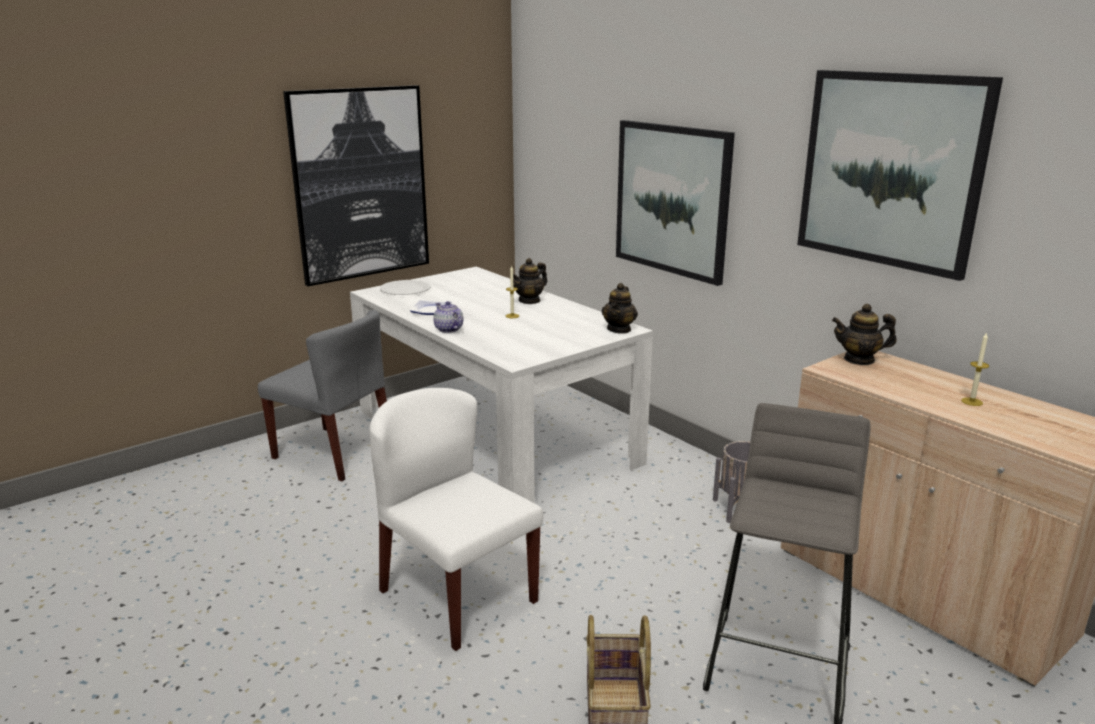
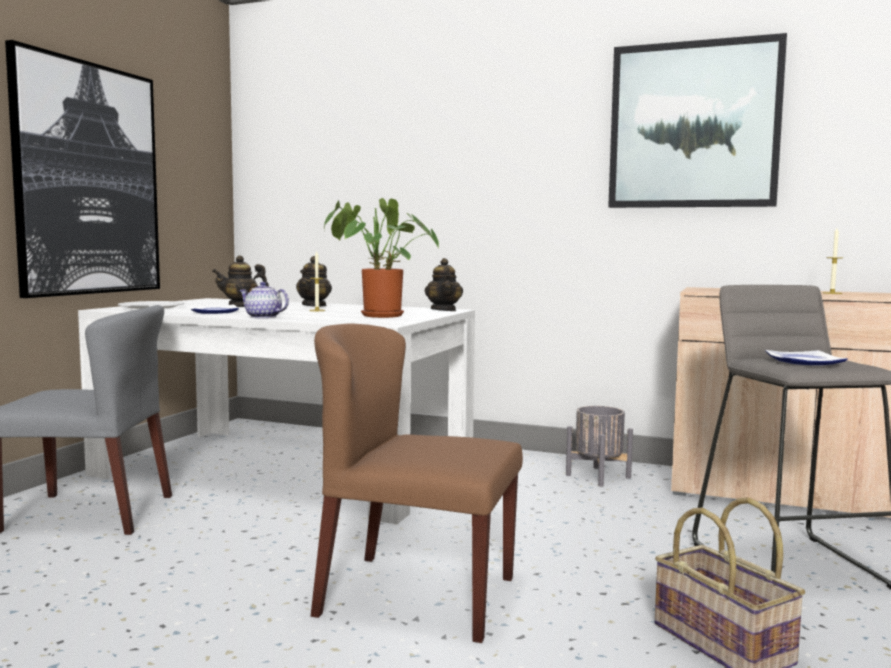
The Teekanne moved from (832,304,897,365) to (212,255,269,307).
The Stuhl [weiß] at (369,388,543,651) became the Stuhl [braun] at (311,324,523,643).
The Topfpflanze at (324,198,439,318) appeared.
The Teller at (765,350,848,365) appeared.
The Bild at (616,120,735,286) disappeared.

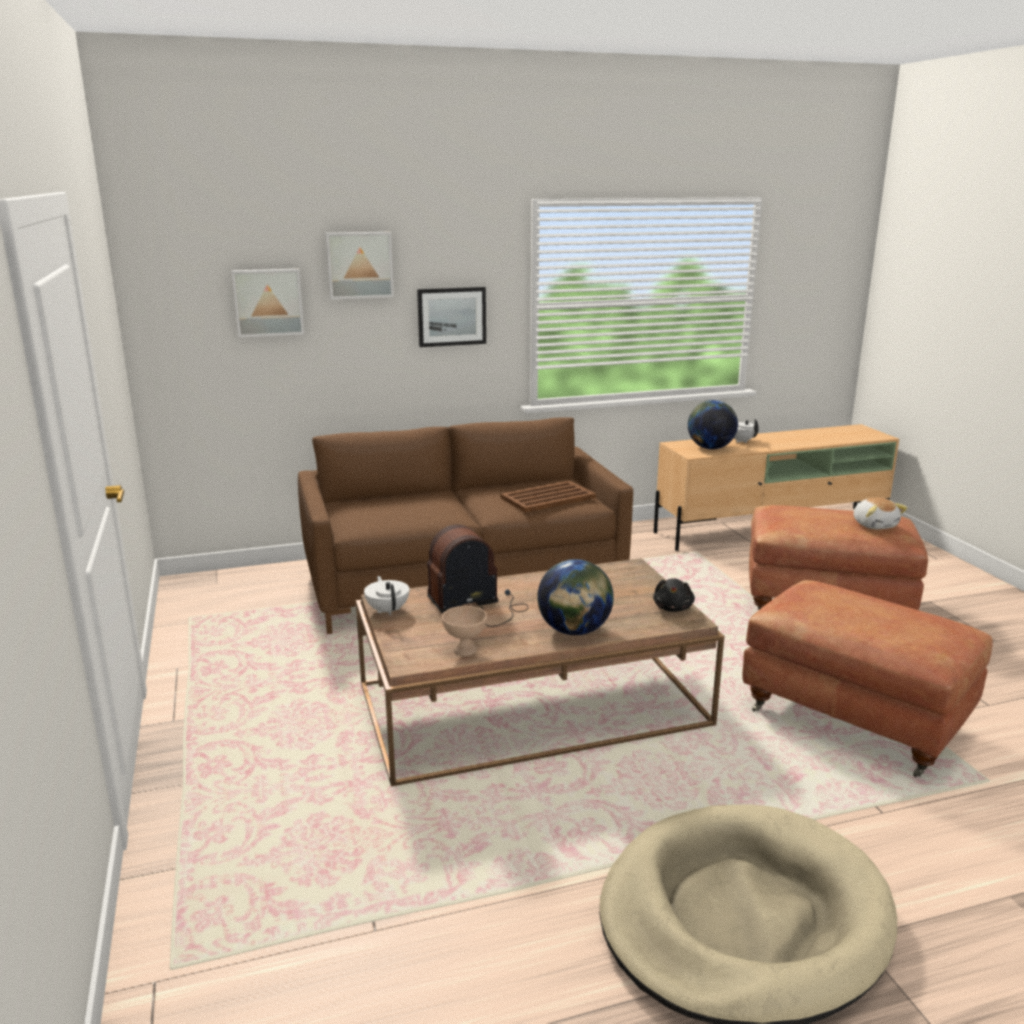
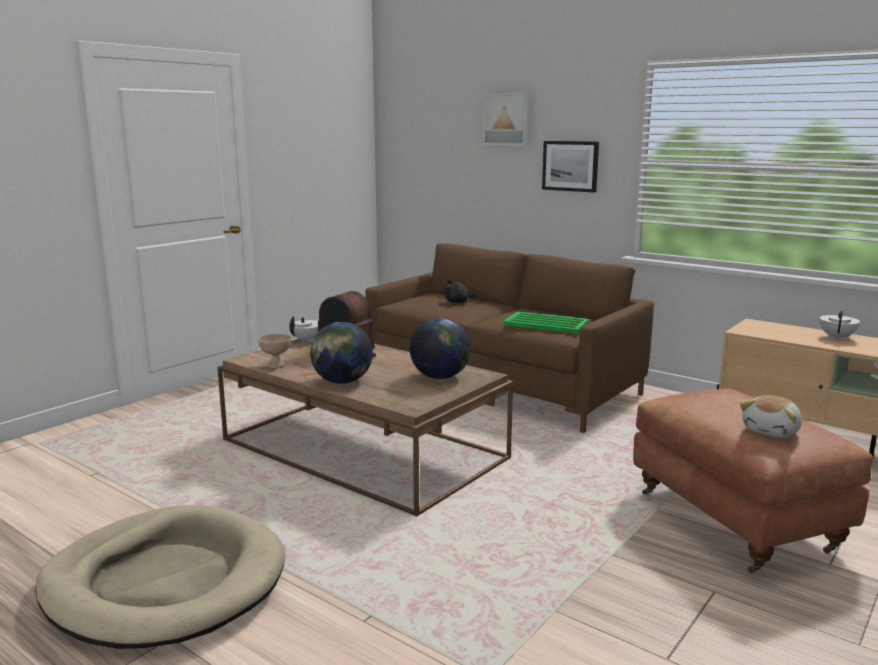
The Globus moved from (688,400,738,449) to (410,318,471,379).
The Plüschtier [schwarz] moved from (653,578,695,612) to (444,280,477,303).
The Tablett [braun] at (501,481,596,512) became the Tablett [grün] at (503,312,589,334).
The Bild at (231,269,304,337) disappeared.
The Polsterhocker [braun] at (742,580,993,778) disappeared.

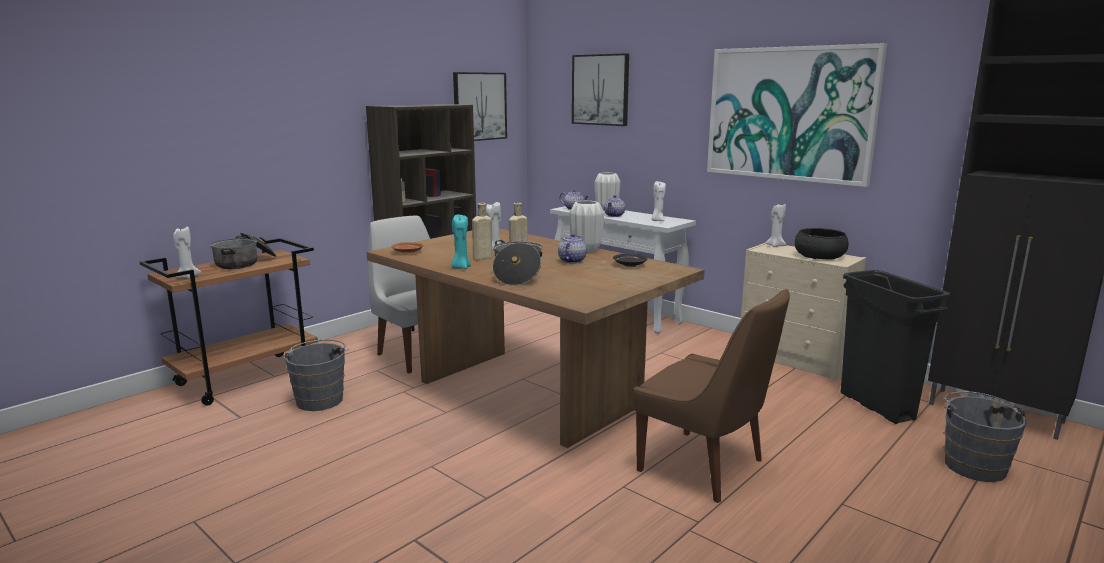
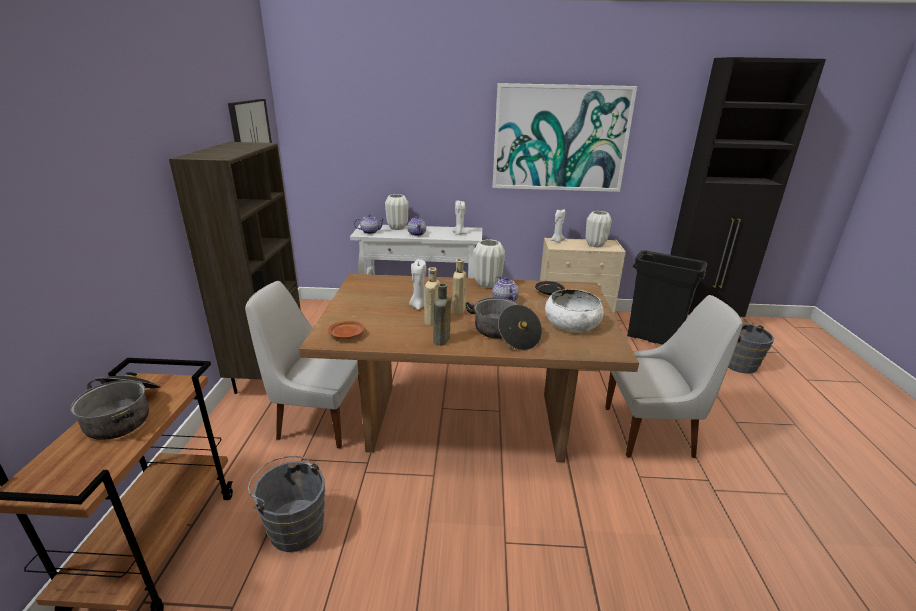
The Kerze [türkis] at (451,214,471,269) was replaced by the Flasche [braun] at (433,283,451,346).
The Schüssel [weiß] at (545,289,604,333) appeared.
The Schüssel [schwarz] at (794,228,849,260) was replaced by the Vase [weiß] at (586,211,612,247).
The Stuhl [braun] at (633,289,790,503) became the Stuhl [weiß] at (605,295,743,458).
The Kerze [weiß] at (173,226,201,279) disappeared.
The Bild at (572,53,629,126) disappeared.

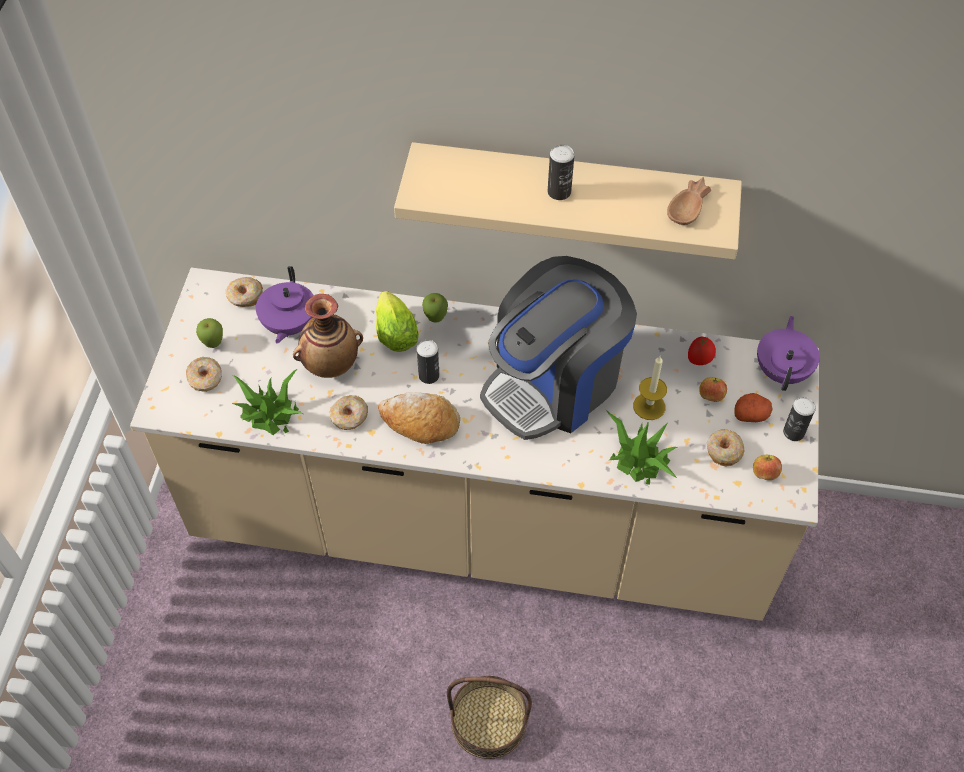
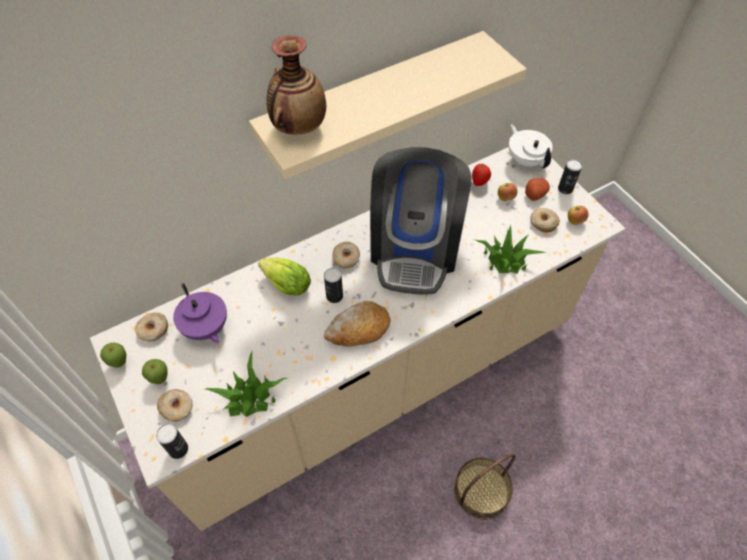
The Apfel moved from (422,293,448,323) to (100,343,127,368).
The Dose moved from (548,145,575,200) to (156,424,188,459).
The Vase moved from (293,294,363,378) to (266,36,326,134).
The Donut moved from (330,395,368,430) to (332,242,360,269).
The Teekanne [lila] at (757,316,820,391) became the Teekanne [weiß] at (509,124,553,168).
The Kerze at (633,356,667,420) disappeared.
The Schüssel [braun] at (667,177,711,225) disappeared.

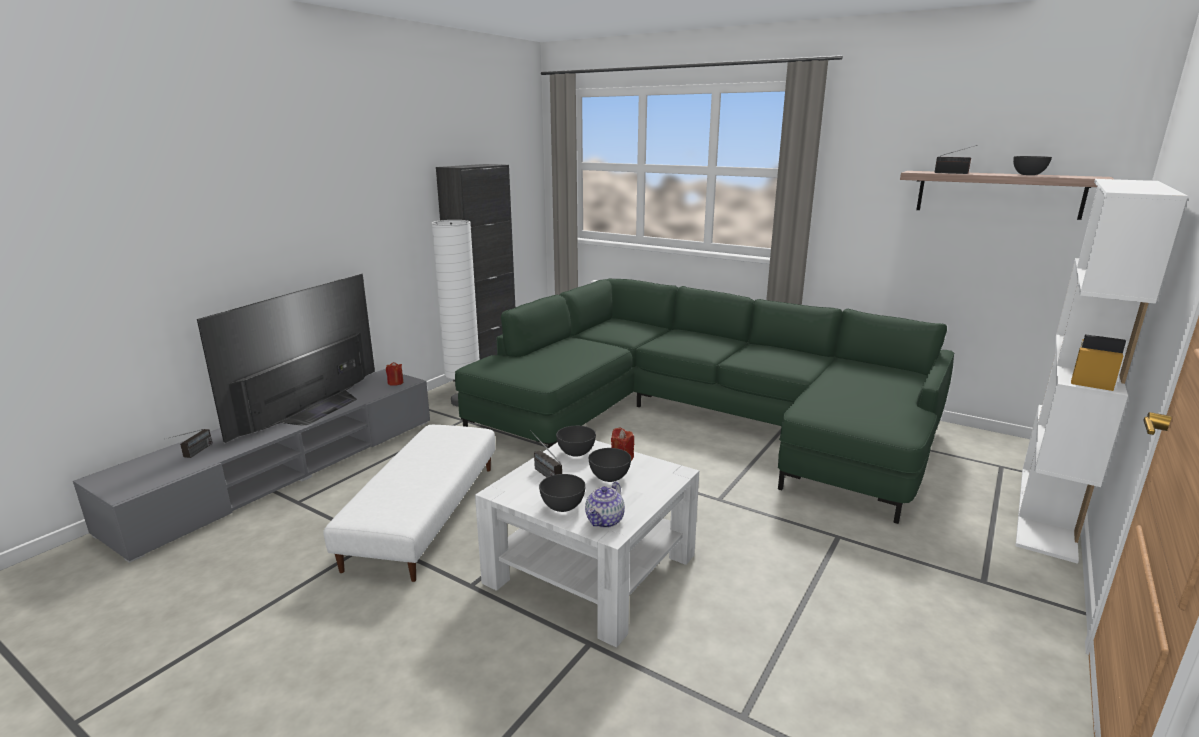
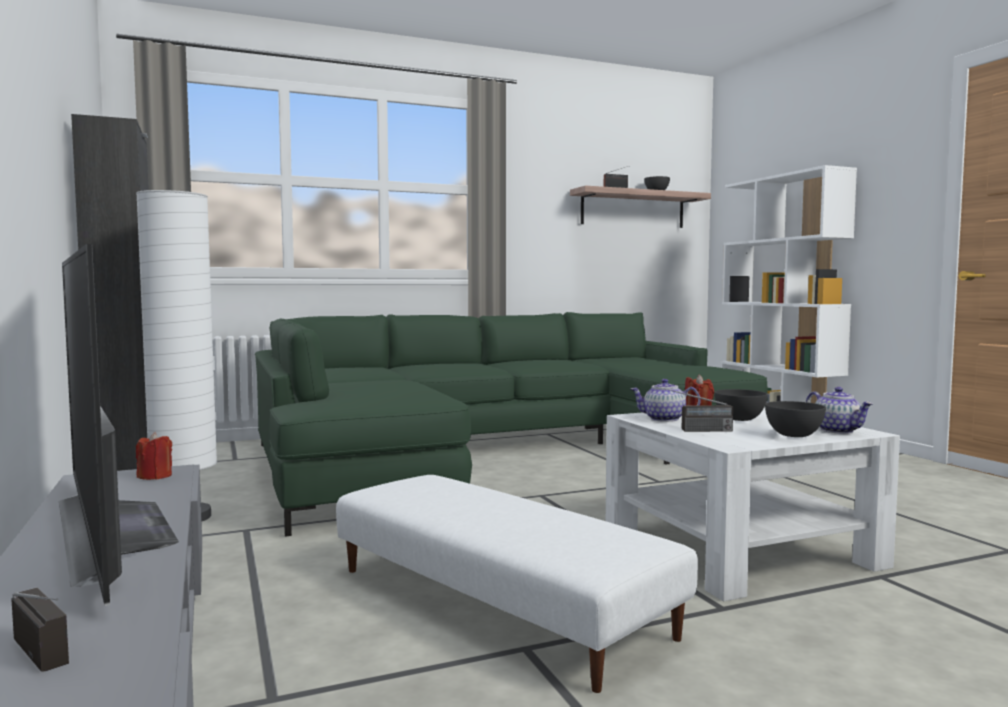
The Schüssel [grau] at (556,426,596,457) was replaced by the Teekanne at (630,379,701,422).

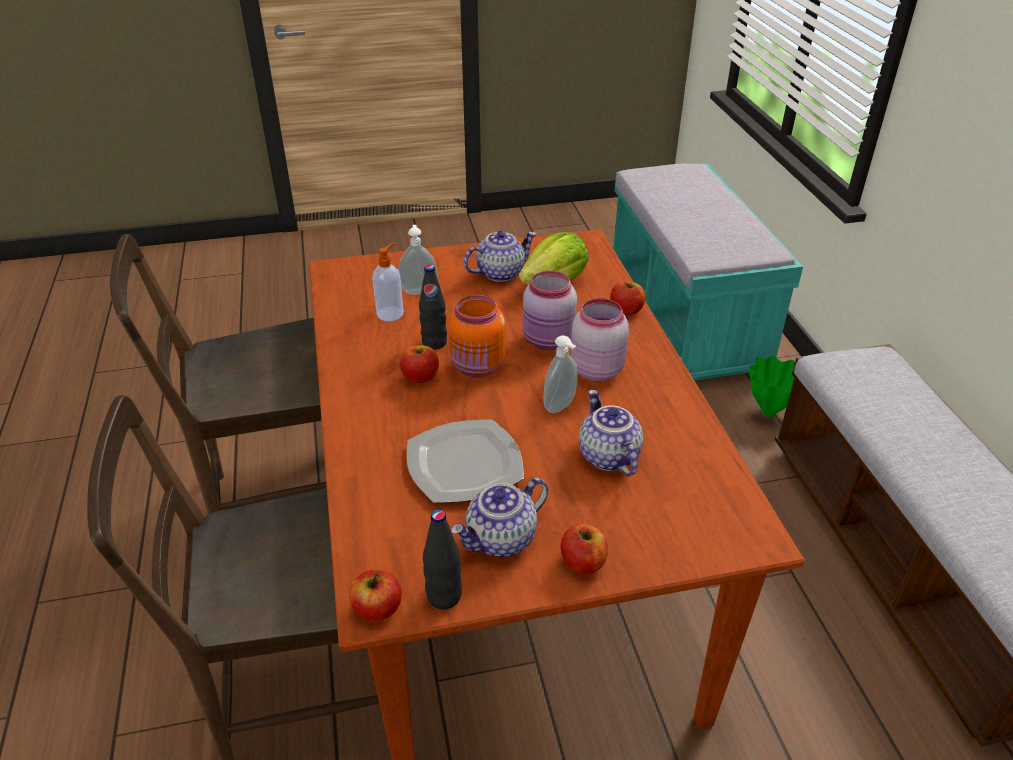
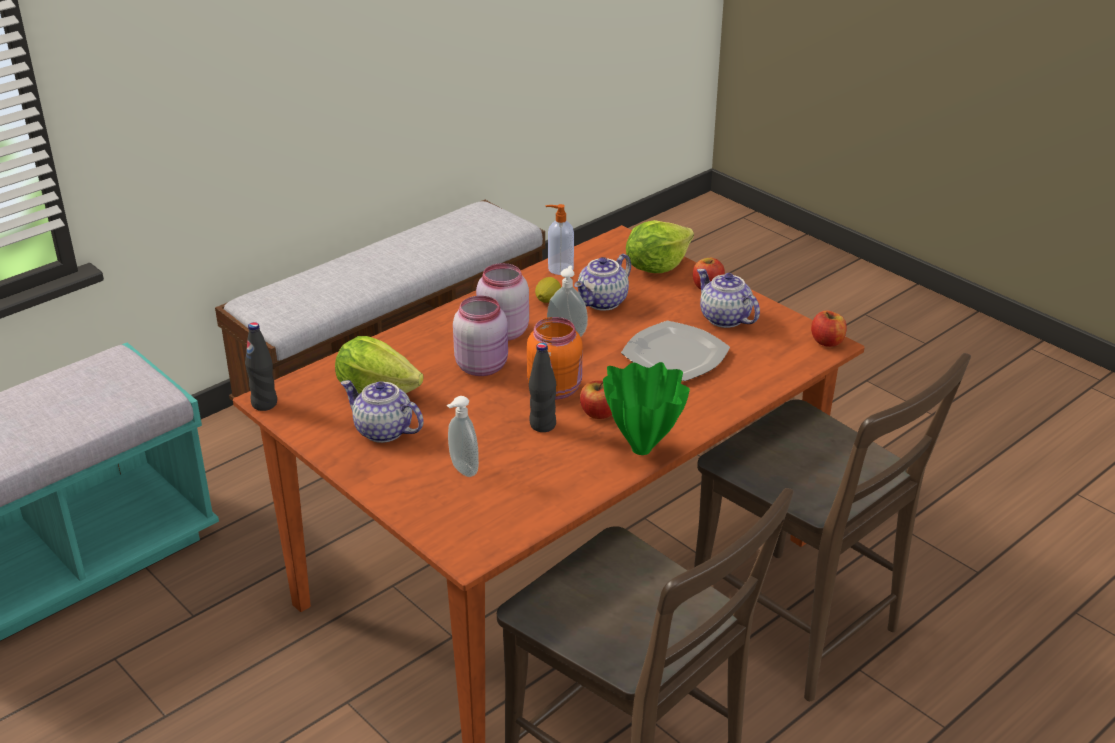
The Flasche [schwarz] moved from (423,510,462,609) to (245,322,277,411).
The Zitrone at (535,277,561,303) appeared.
The Seifenspender moved from (372,243,404,321) to (546,204,574,275).
The Vase [grün] moved from (750,356,795,417) to (603,362,690,455).
The Salatkopf at (626,220,694,273) appeared.
The Teekanne at (451,477,548,557) turned 150 degrees counterclockwise.
The Apfel at (610,281,646,315) disappeared.

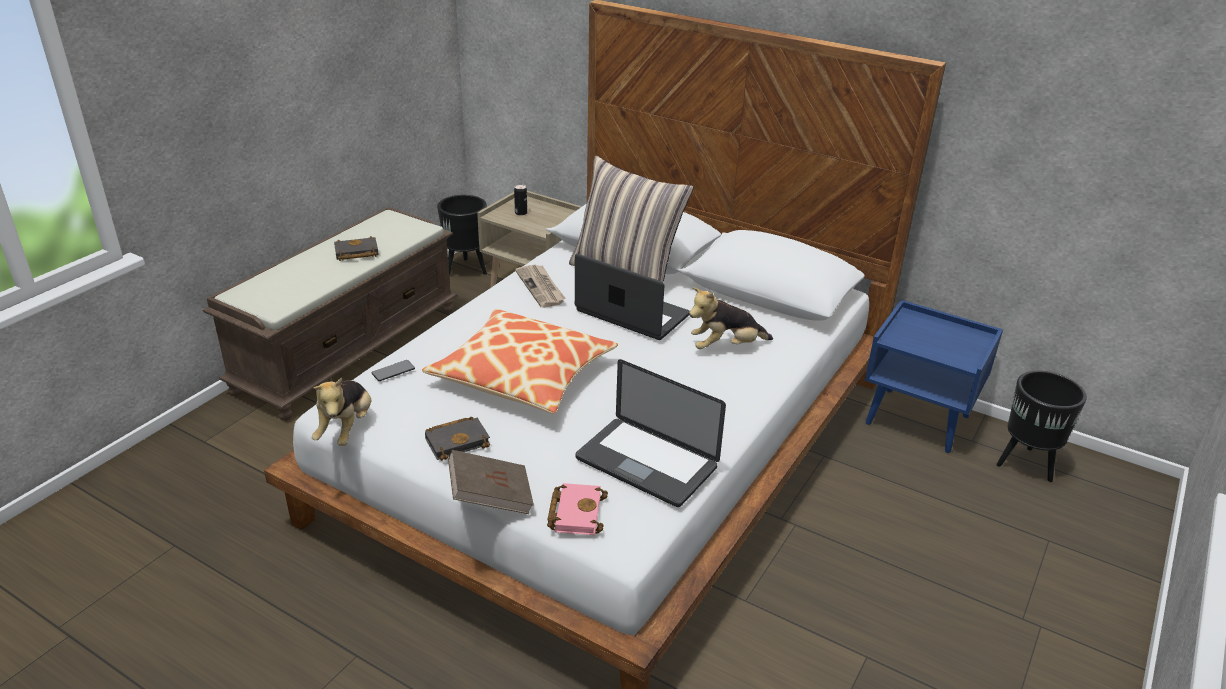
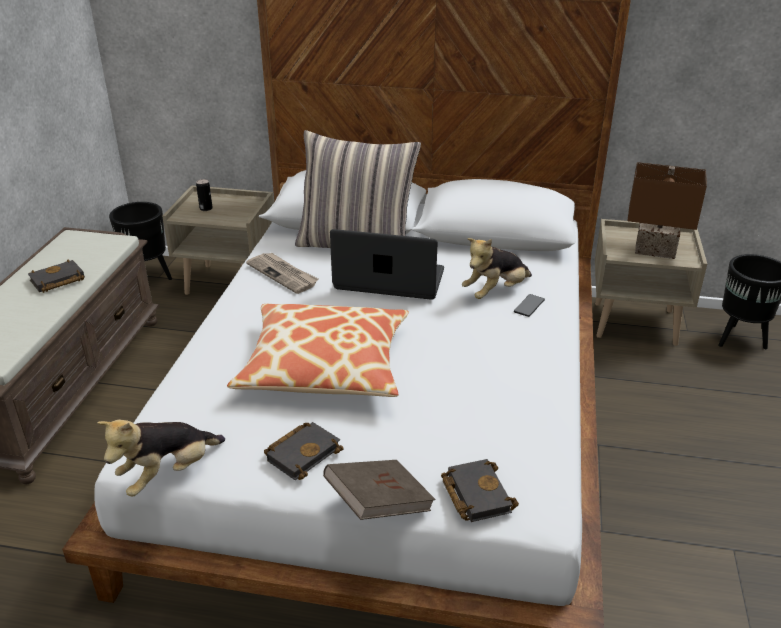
The Plüschtier at (312,377,371,446) turned 60 degrees clockwise.
The Buch [rosa] at (547,483,608,535) became the Buch [schwarz] at (441,459,519,522).
The Handy moved from (371,360,415,381) to (514,294,545,317).
The Nachttisch [blau] at (865,300,1003,453) became the Nachttisch [beige] at (595,219,707,346).
The Tischlampe [braun] at (627,162,707,259) appeared.
The Laptop at (575,359,726,507) disappeared.

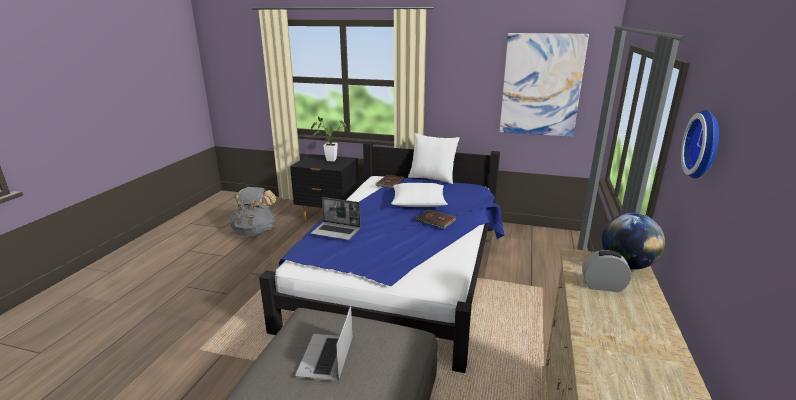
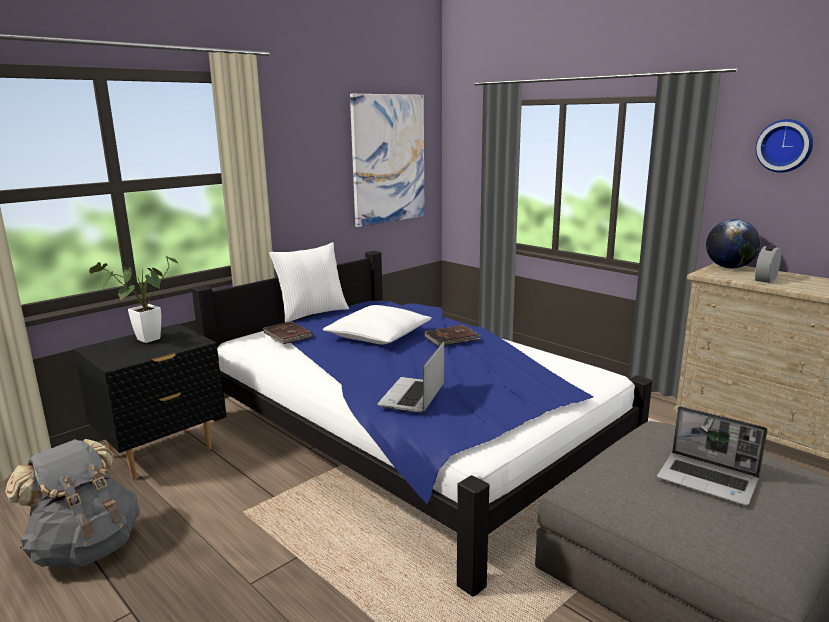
The Laptop at (311,197,361,240) turned 150 degrees clockwise.

